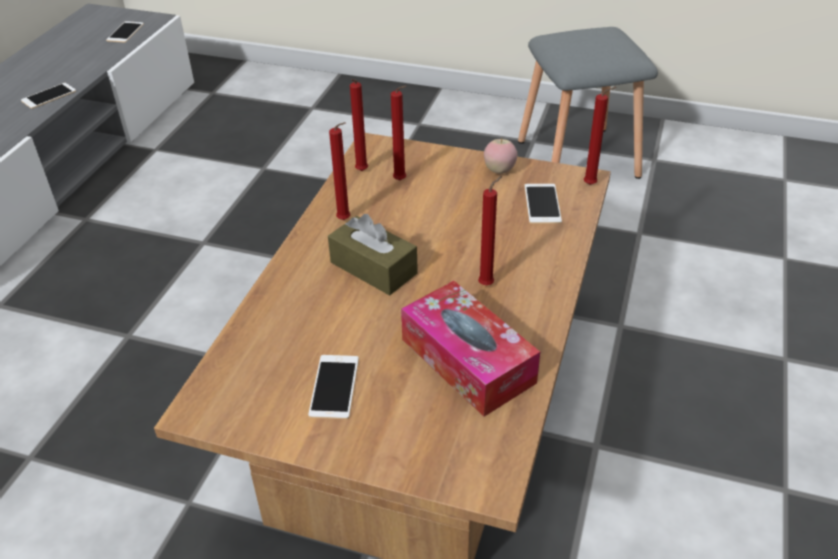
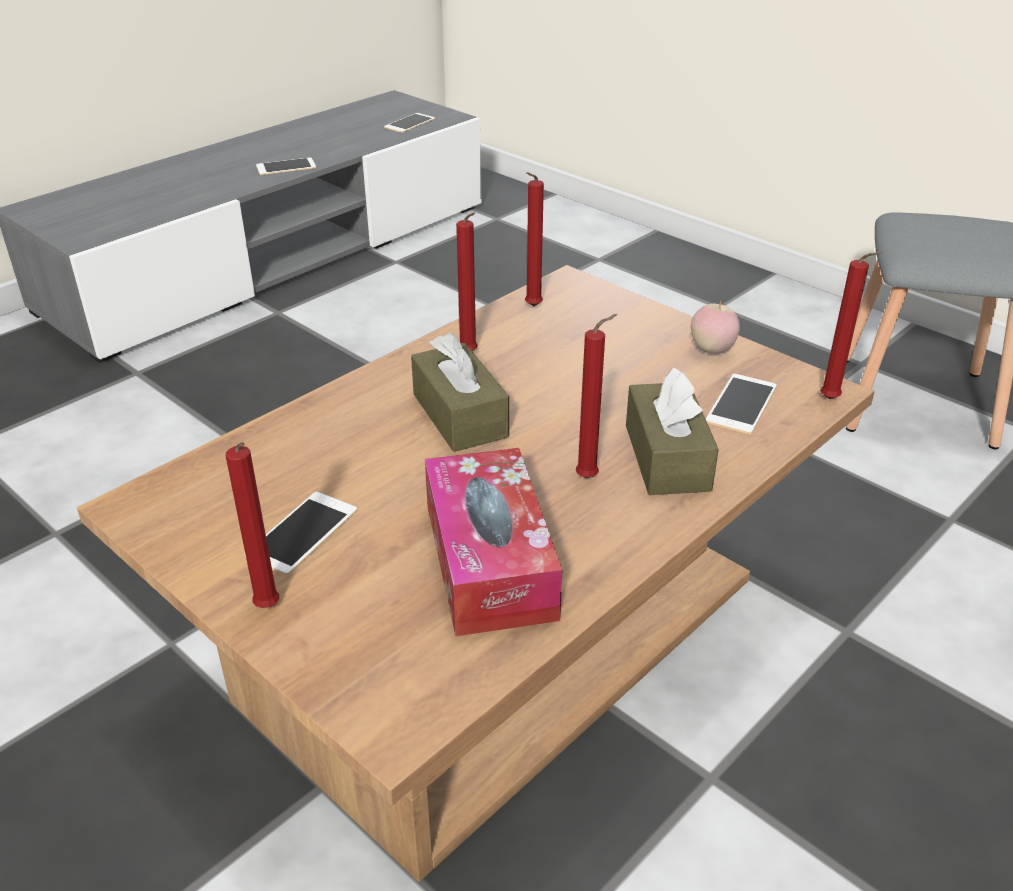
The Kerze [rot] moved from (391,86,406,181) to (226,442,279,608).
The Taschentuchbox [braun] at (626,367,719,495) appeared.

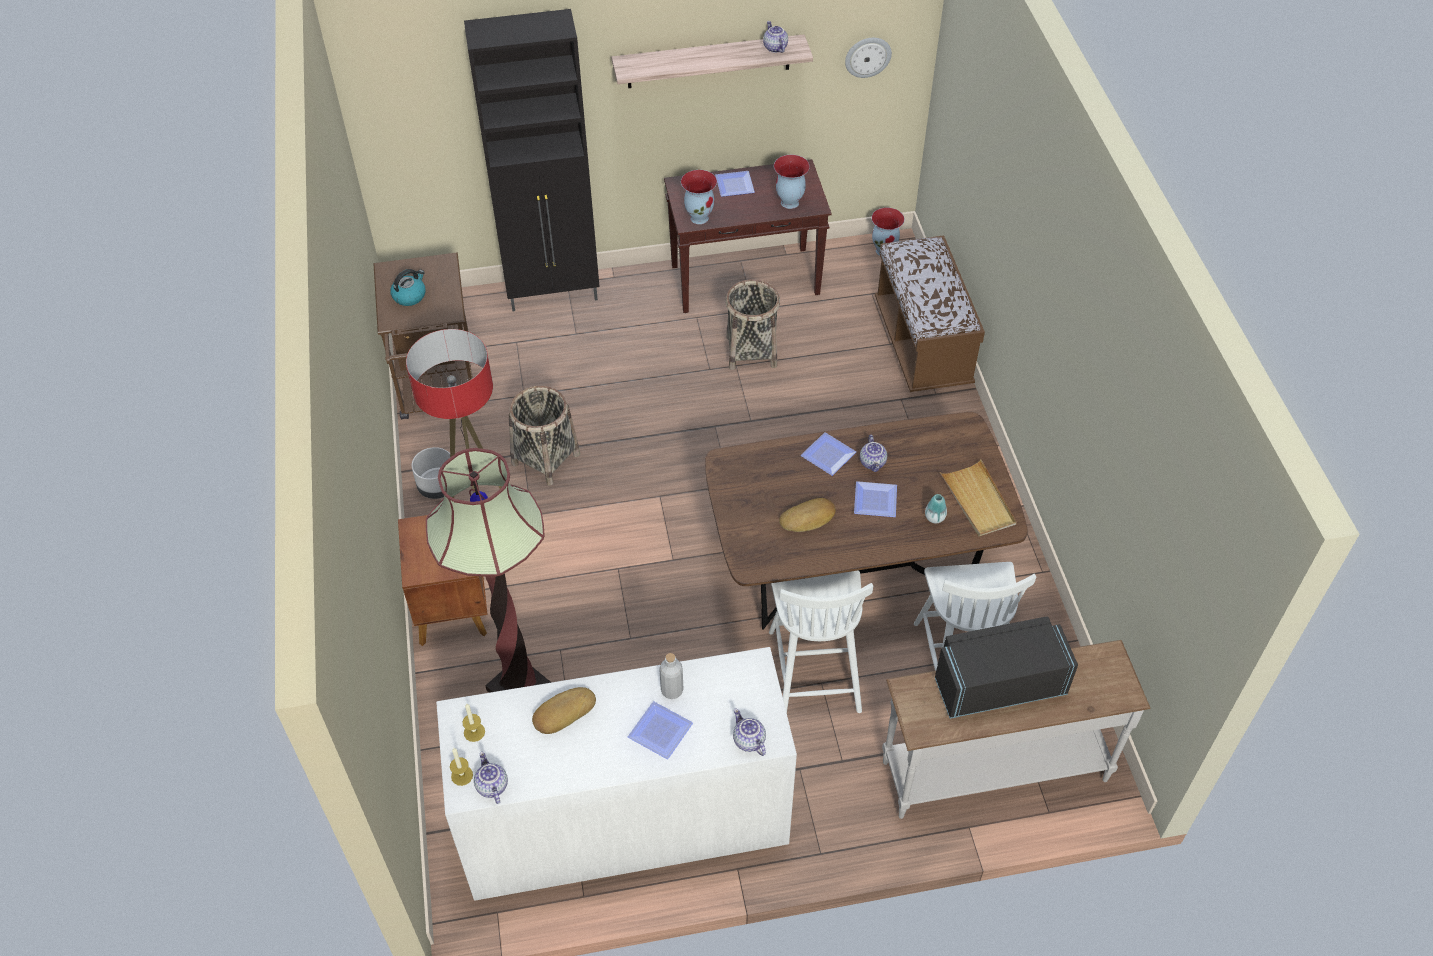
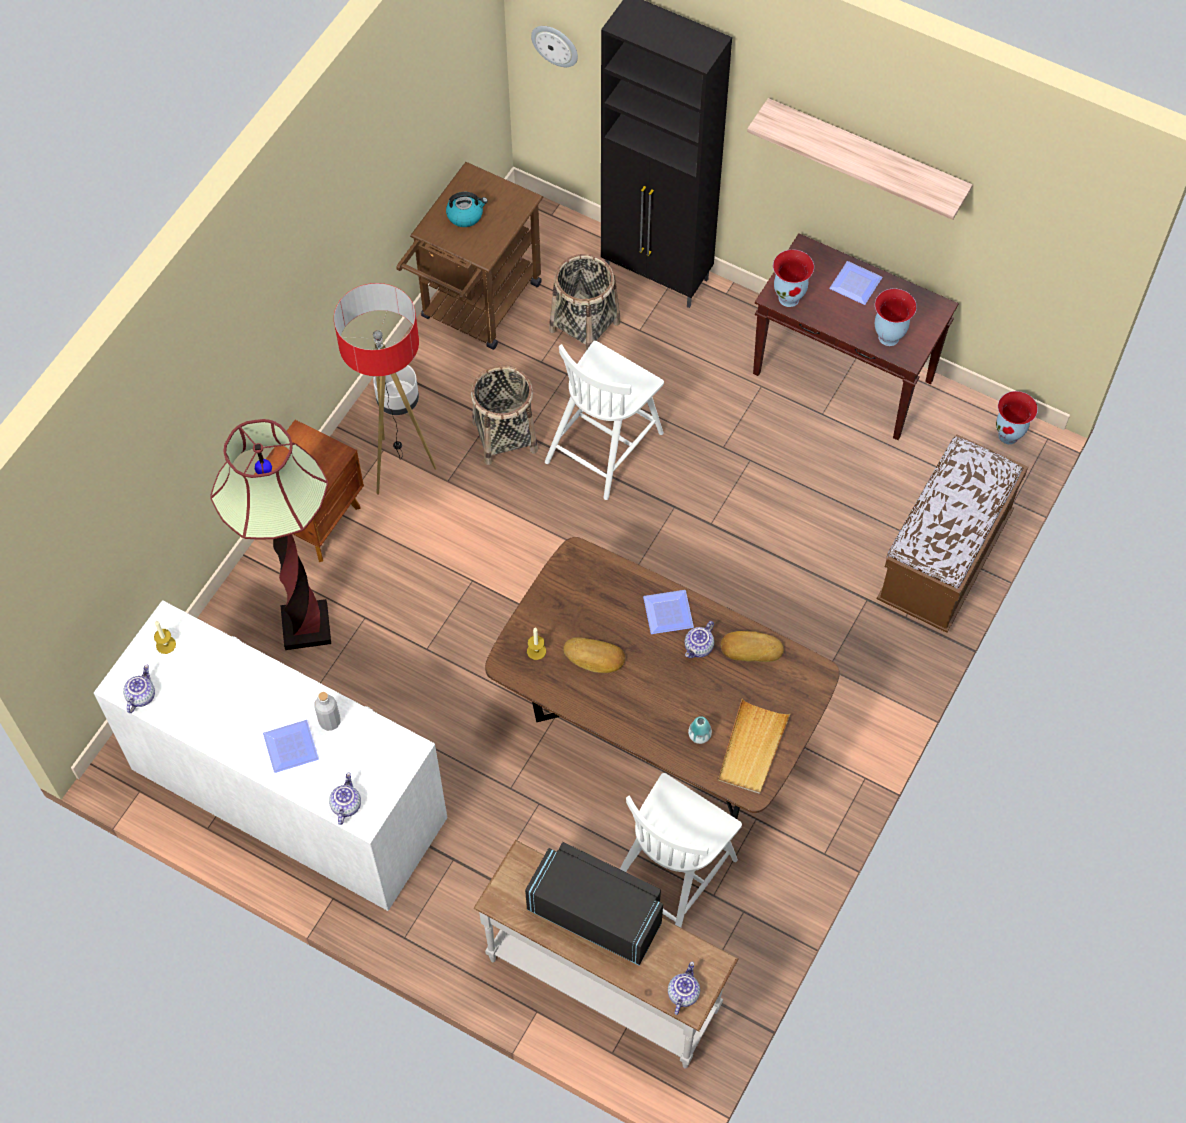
The Kerze moved from (450,748,473,786) to (527,628,546,660).
The Wanduhr moved from (845,38,892,78) to (531,26,578,67).
The Stuhl [weiß] moved from (769,571,873,713) to (545,341,664,500).
The Korb moved from (725,279,780,370) to (549,254,621,351).
The Teekanne moved from (763,21,788,53) to (668,962,700,1015).
The Brot moved from (532,687,596,734) to (721,631,784,662).
The Teller at (854,481,897,517) disappeared.

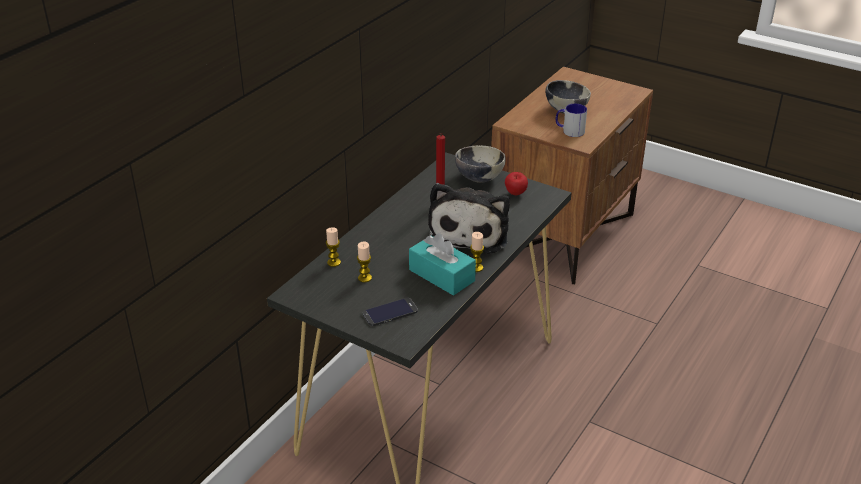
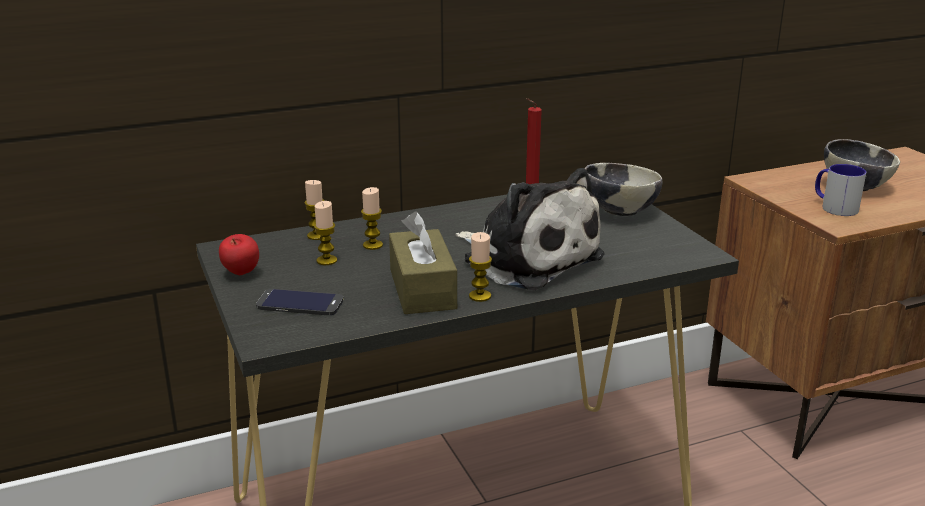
The Apfel moved from (505,172,528,195) to (219,234,259,275).
The Kerze at (361,187,383,250) appeared.
The Taschentuchbox [türkis] at (409,233,476,296) became the Taschentuchbox [braun] at (389,211,457,314).
The Plüschtier at (428,183,510,254) turned 90 degrees counterclockwise.

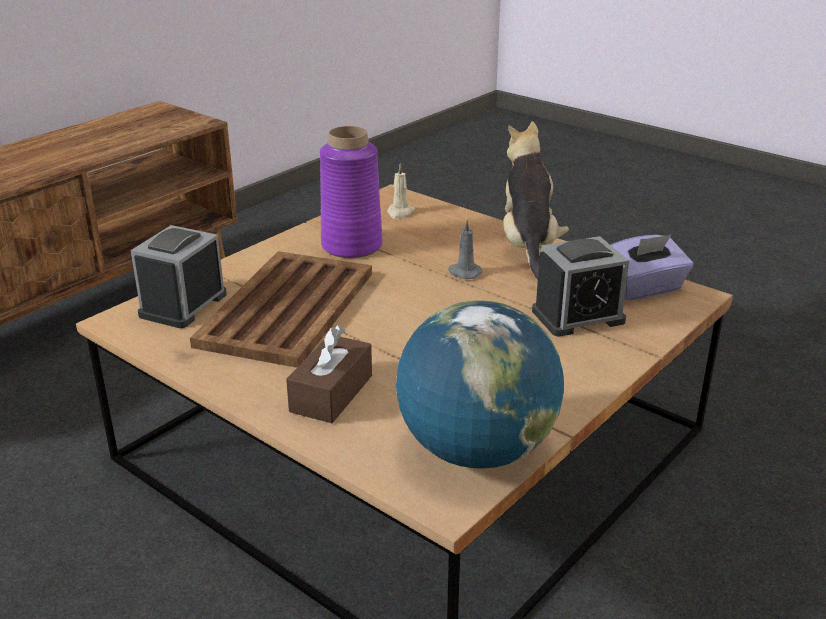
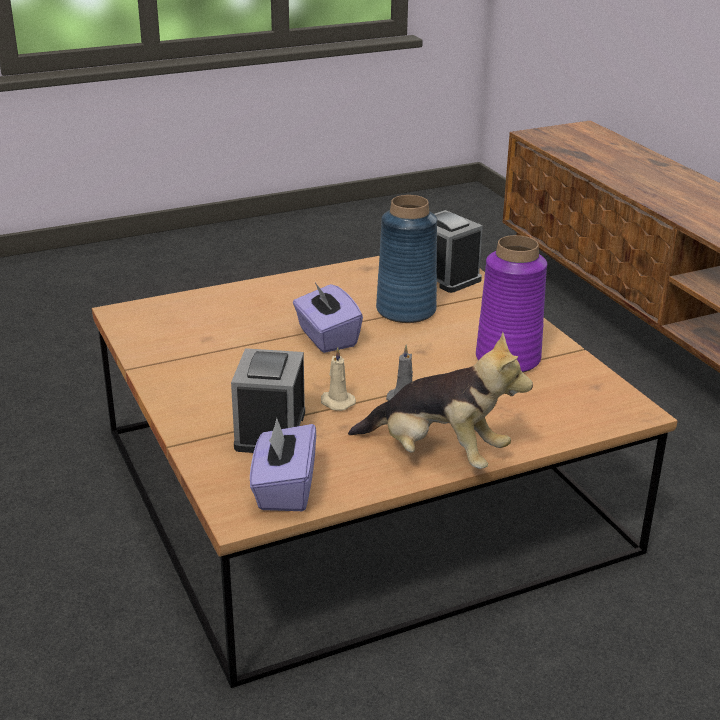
The Taschentuchbox [lila] at (293,282,363,353) appeared.
The Kerze [beige] moved from (387,163,415,219) to (321,347,356,411).
The Tablett [braun] at (190,251,372,368) was replaced by the Vase [blau] at (376,195,437,323).
The Taschentuchbox [braun] at (286,325,372,423) disappeared.
The Globus at (396,300,564,468) disappeared.

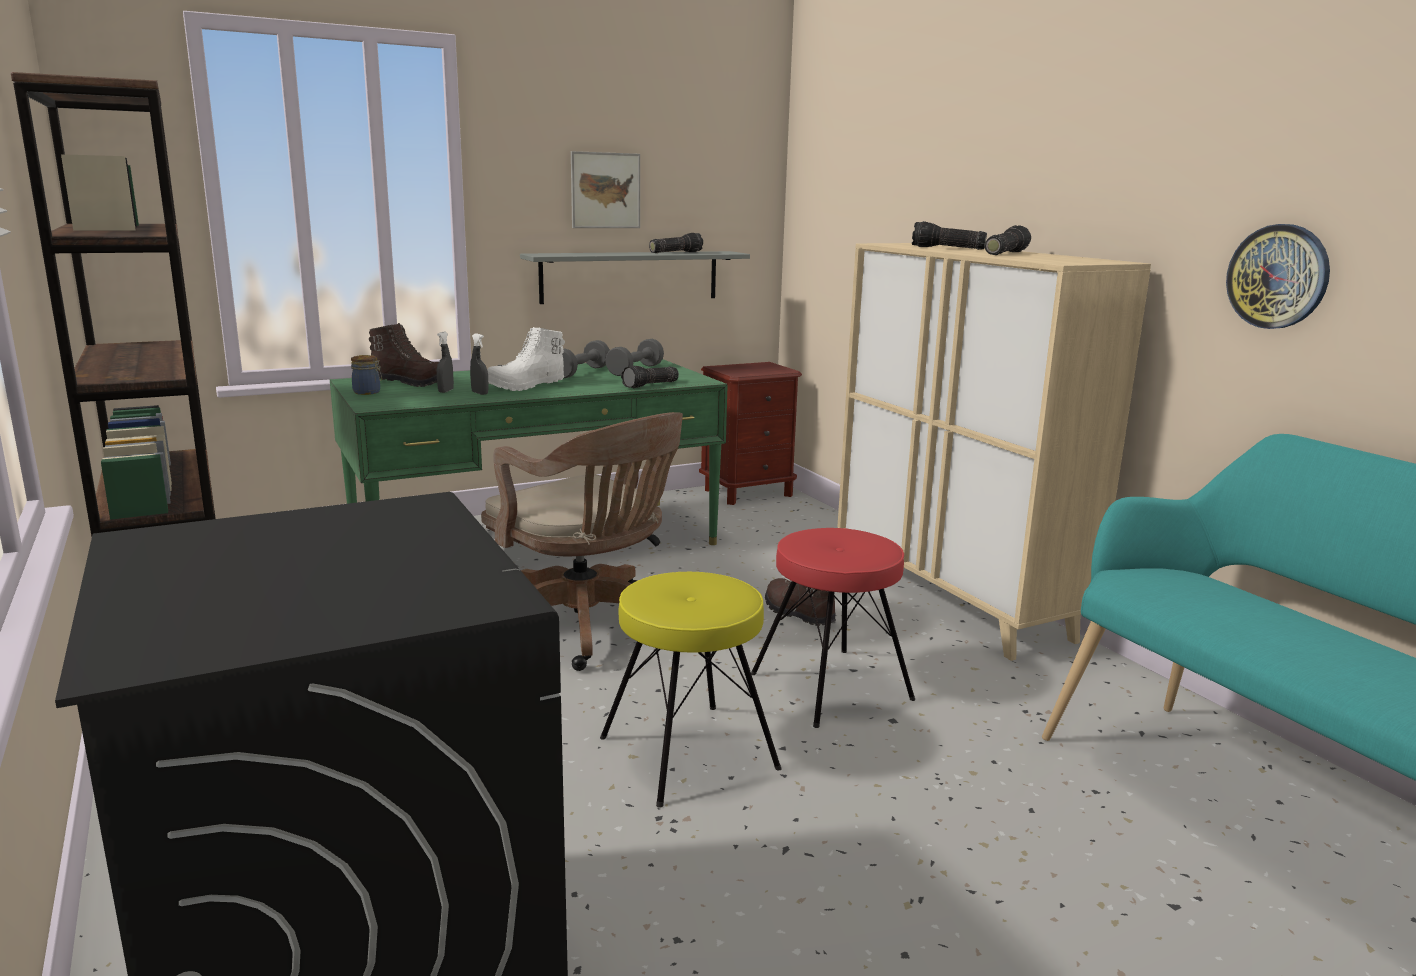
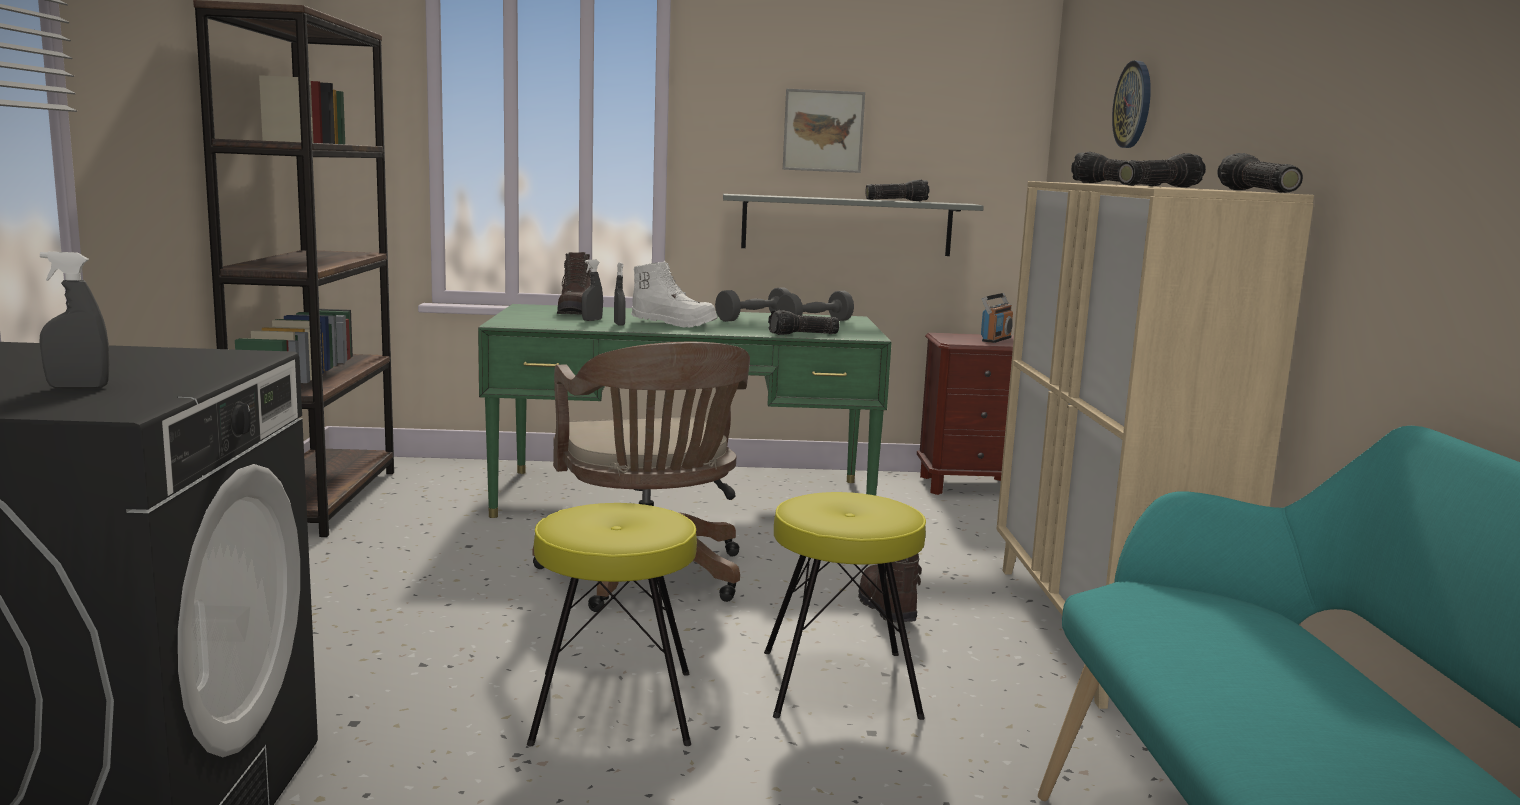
The Sprühflasche [grau] at (40,251,110,389) appeared.
The Stiefel [braun] at (369,323,439,387) turned 45 degrees clockwise.
The Stiefel [weiß] at (487,327,565,391) turned 150 degrees counterclockwise.
The Hocker [rot] at (751,528,915,728) became the Hocker [gelb] at (764,492,926,720).
The Radio at (981,293,1013,343) appeared.
The Wanduhr moved from (1226,224,1330,329) to (1112,61,1151,148).
The Taschenlampe at (1218,153,1303,193) appeared.
The Vorratsglas at (351,355,382,395) disappeared.

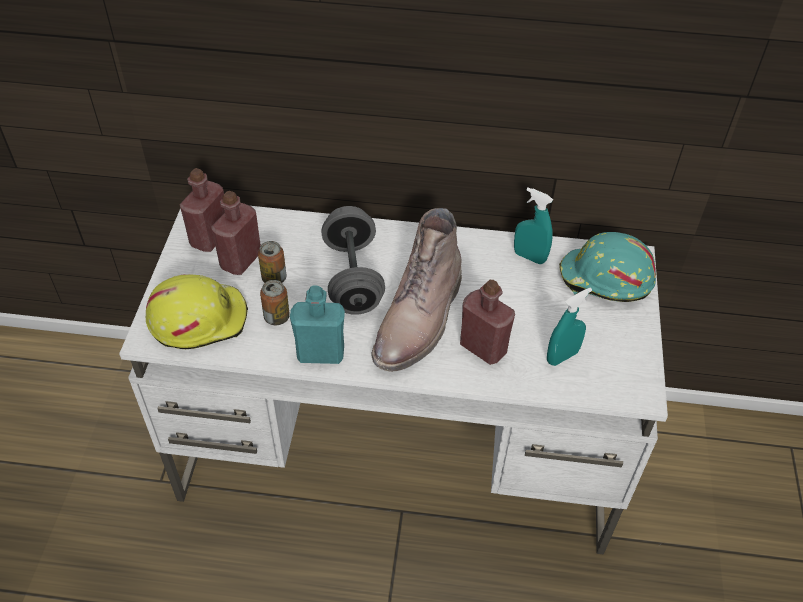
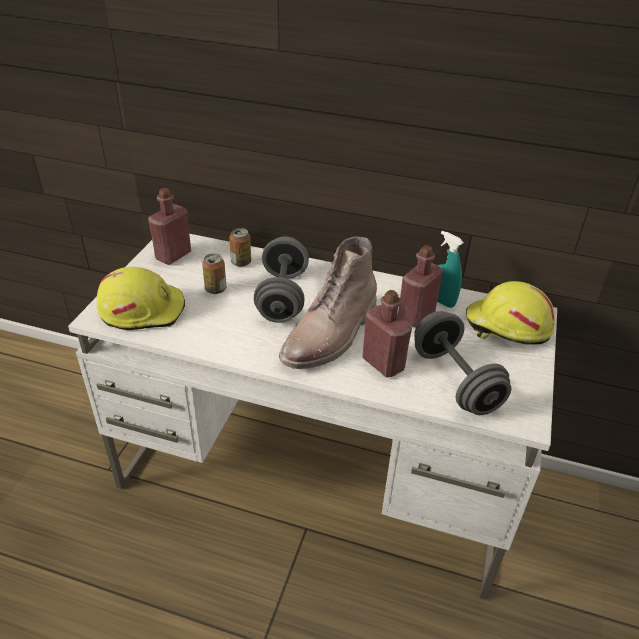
The Dose moved from (260,280,290,325) to (229,228,251,267).
The Flasche [rot] moved from (211,191,261,275) to (398,245,443,328).
The Sprühflasche [türkis] at (547,287,592,366) was replaced by the Hantel [grau] at (414,311,511,415).
The Schutzhelm [türkis] at (559,232,656,302) became the Schutzhelm [gelb] at (466,281,555,344).
The Flasche [türkis] at (290,286,345,364) disappeared.

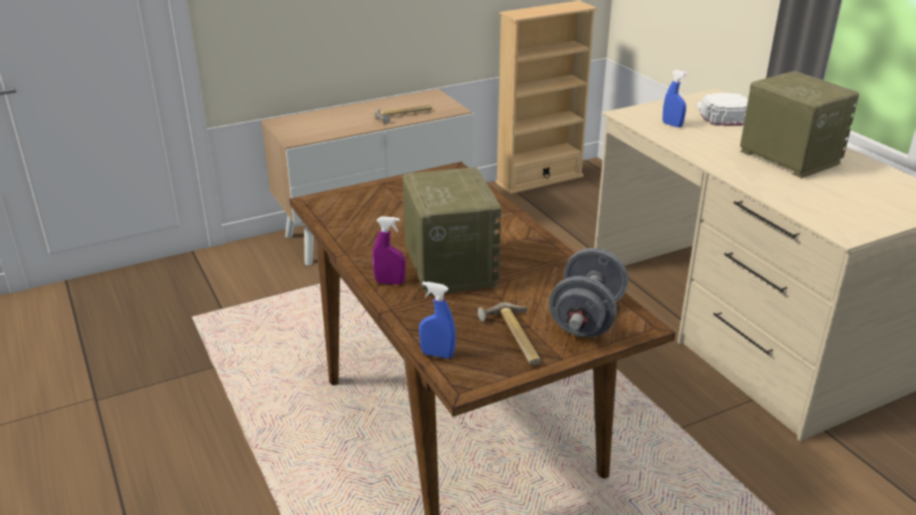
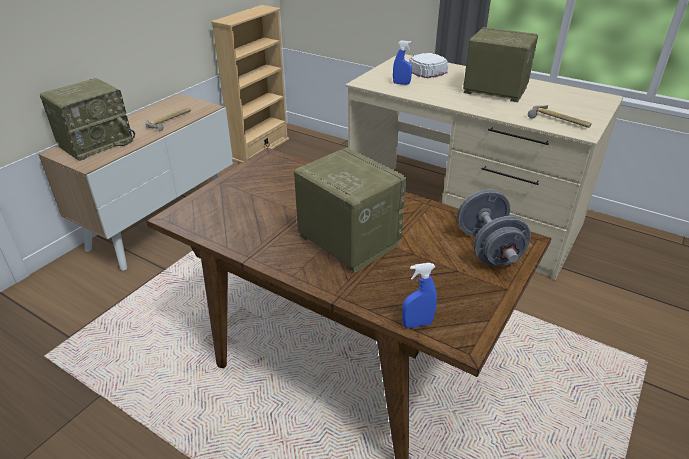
The Radio at (40,78,135,161) appeared.
The Hammer moved from (478,302,541,365) to (528,105,592,128).
The Sprühflasche [lila] at (372,216,405,285) disappeared.

